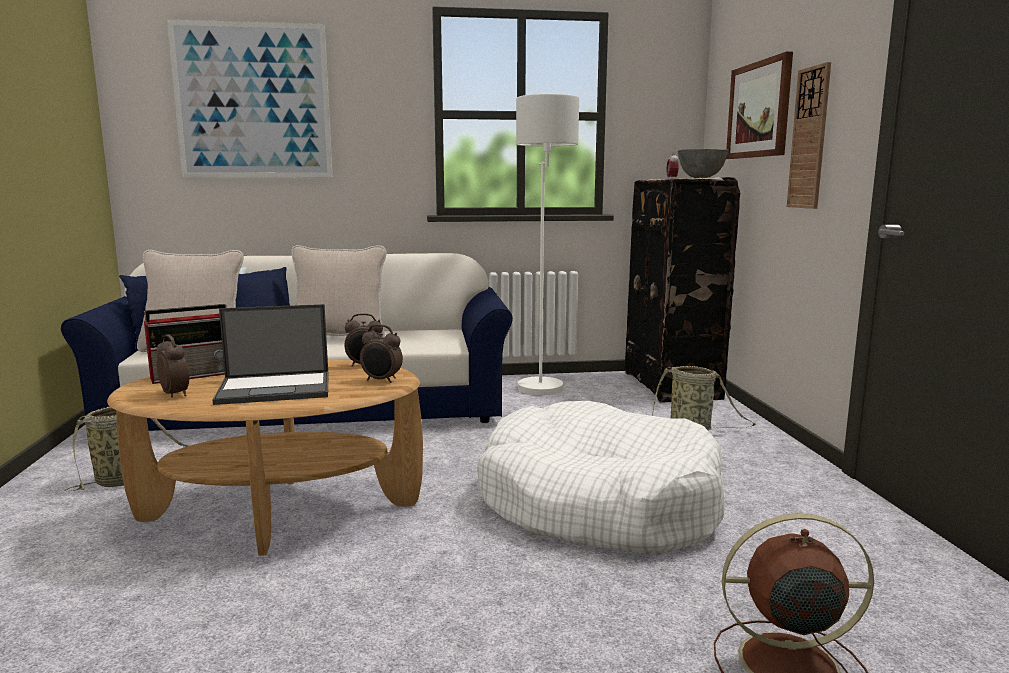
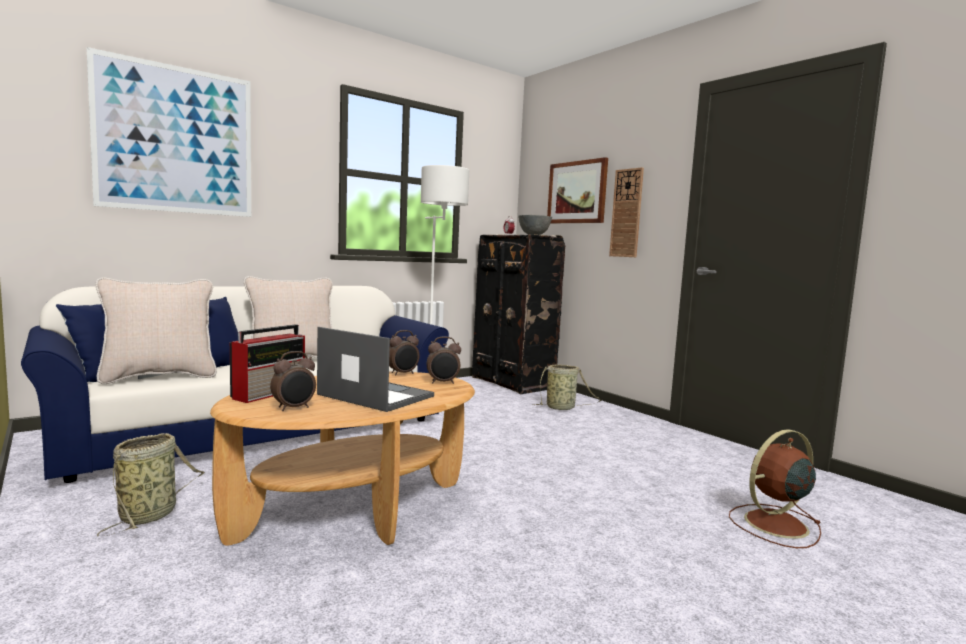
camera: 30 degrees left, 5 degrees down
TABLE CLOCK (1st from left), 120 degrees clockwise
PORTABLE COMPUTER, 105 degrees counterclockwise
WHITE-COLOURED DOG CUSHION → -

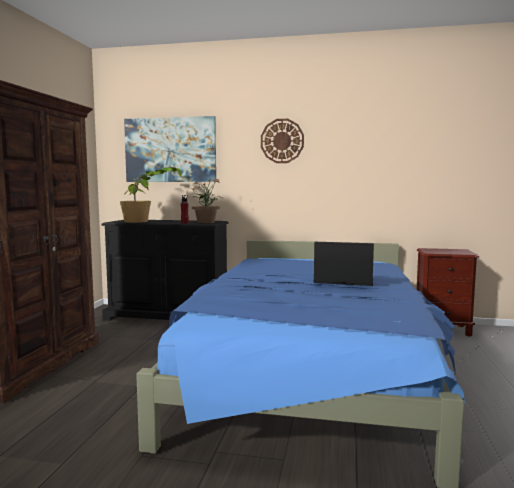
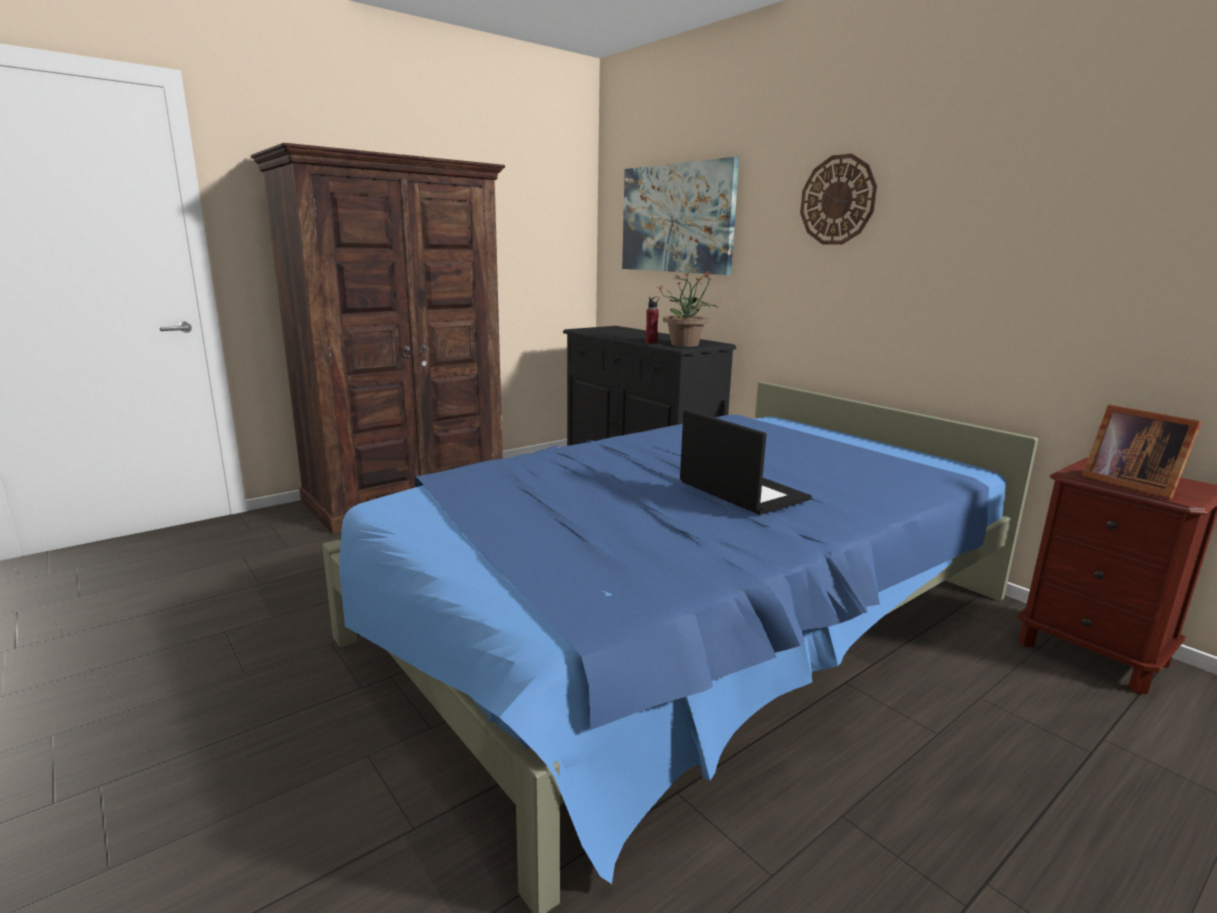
camera: 40 degrees right, 10 degrees up
- → PHOTO FRAME
HOUSEPLANT (1st from left) → -

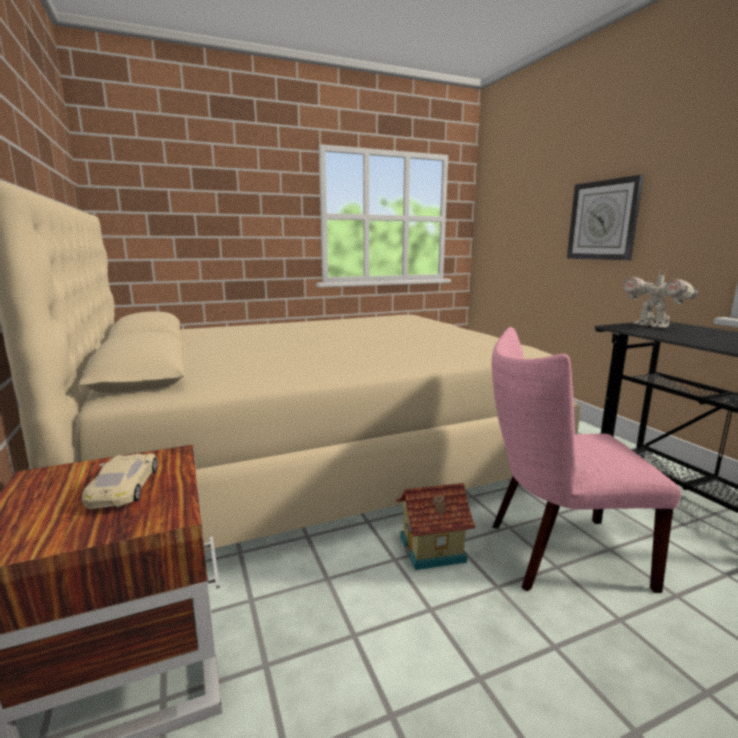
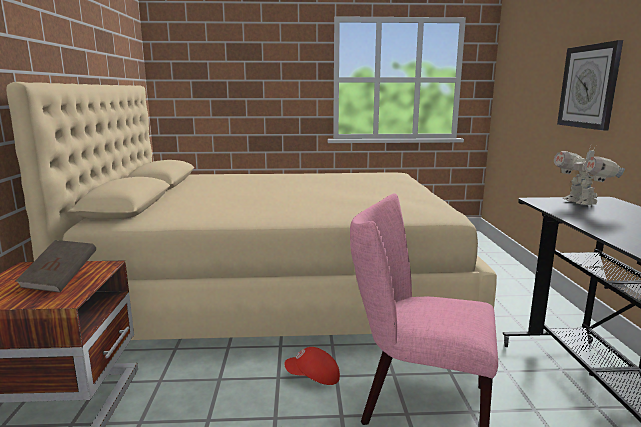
camera: 20 degrees right, 0 degrees up
SAND-COLOURED TOY CAR → BROWNISH BOUND BOOK
MINIATURE HOUSE → REDDISH PEAKED CAP

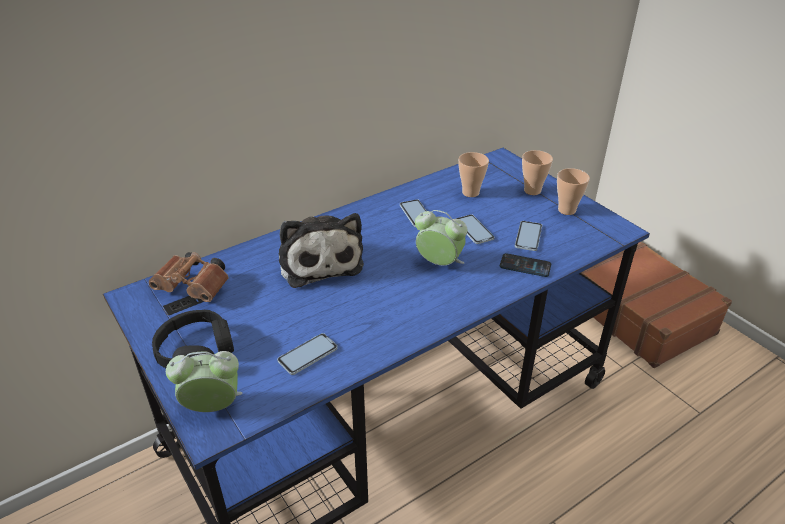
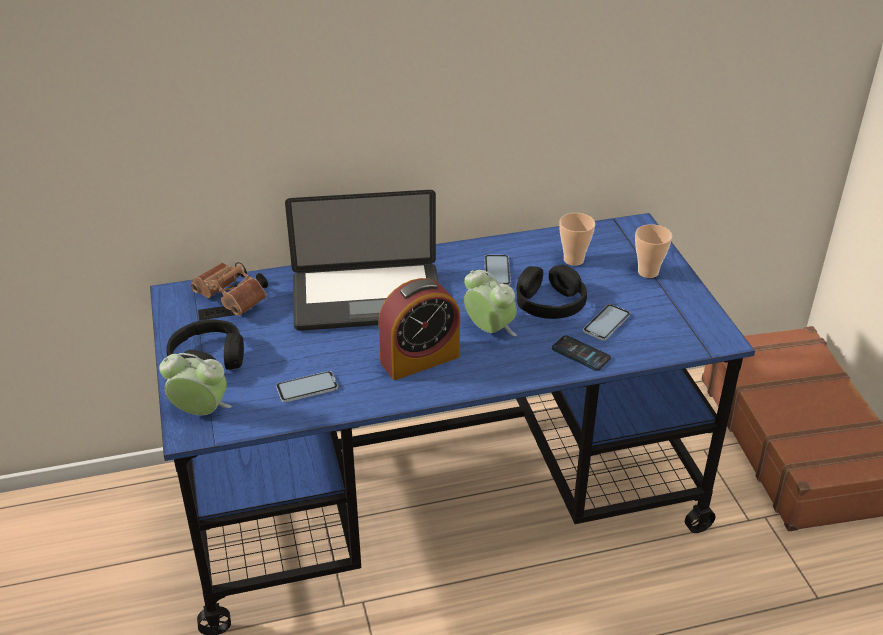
camera: 20 degrees right, 0 degrees up
PLUSH TOY → PORTABLE COMPUTER
- → TABLE CLOCK (2nd from left)
PHONE (3rd from left) → BLACK-COLOURED PAIR OF HEADPHONES (2nd from left)
DRINKING CUP (3rd from left) → -

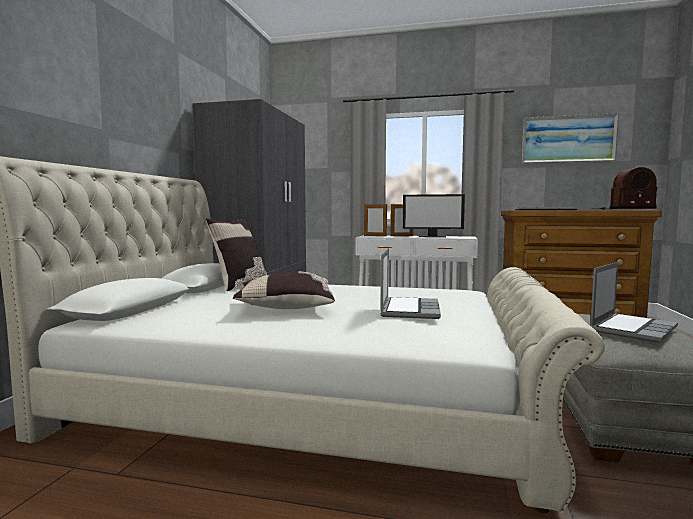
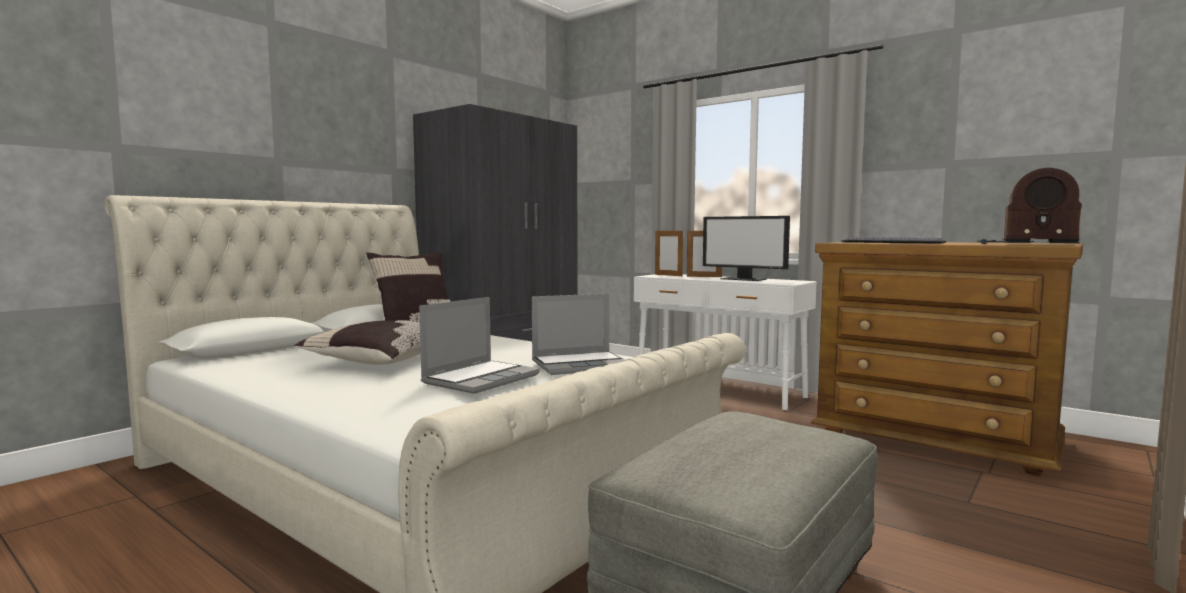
camera: 25 degrees right, 0 degrees up
PORTABLE COMPUTER (2nd from left), moved
PICTURE → -

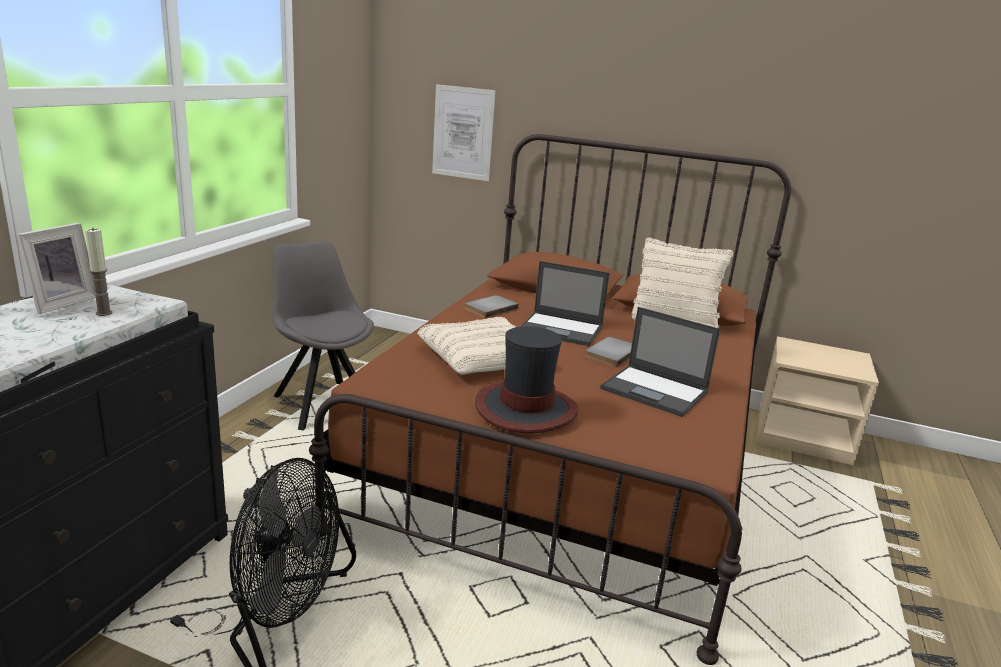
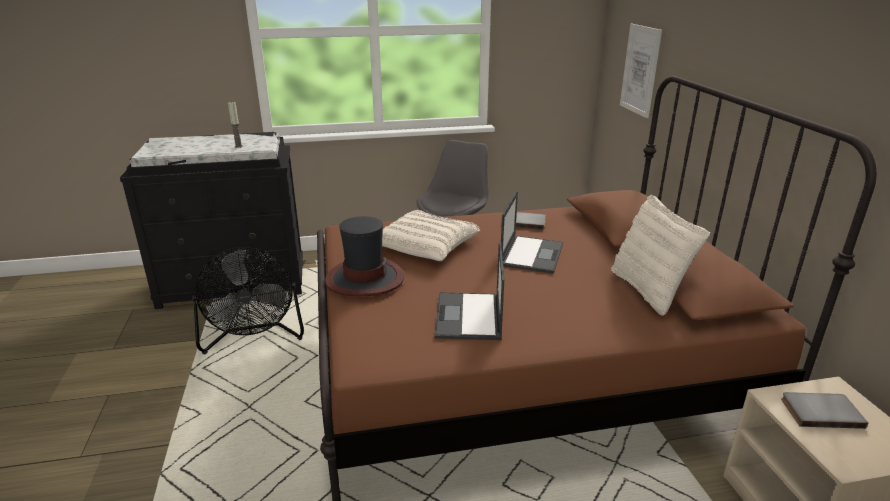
camera: 60 degrees right, 5 degrees up
PORTABLE COMPUTER (1st from left in the first image) → PORTABLE COMPUTER (2nd from left), 150 degrees counterclockwise
GREYISH BOUND BOOK (2nd from left), moved
PHOTO FRAME → -

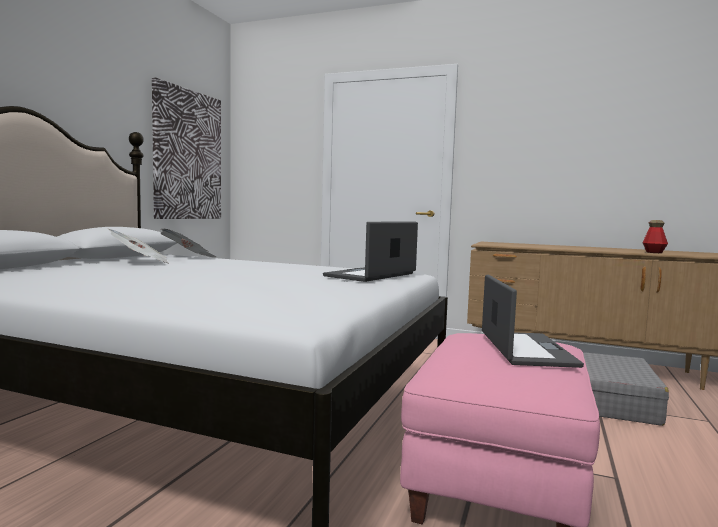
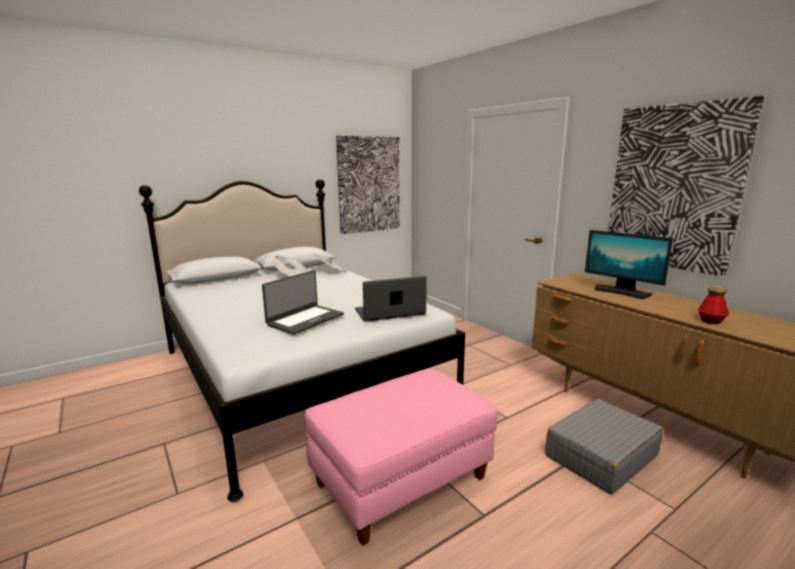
camera: 35 degrees right, 10 degrees up
PORTABLE COMPUTER (2nd from left in the first image) → PORTABLE COMPUTER (1st from left), moved
- → MONITOR
- → PICTURE (2nd from left)

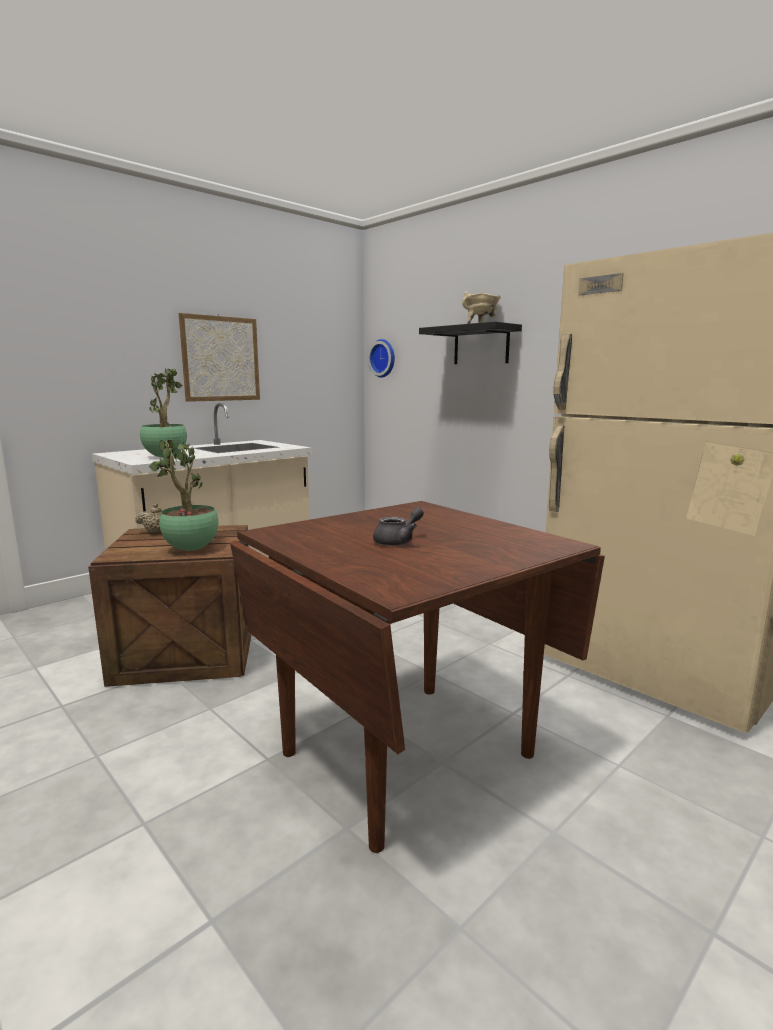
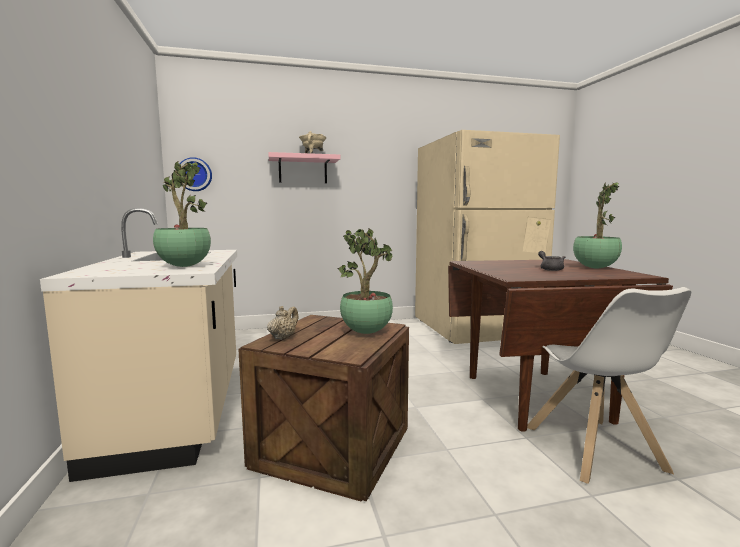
camera: 60 degrees left, 5 degrees down
BLACK-COLOURED WALL SHELF → PINK WALL SHELF
- → CHAIR
- → HOUSEPLANT (3rd from left)
PICTURE → -

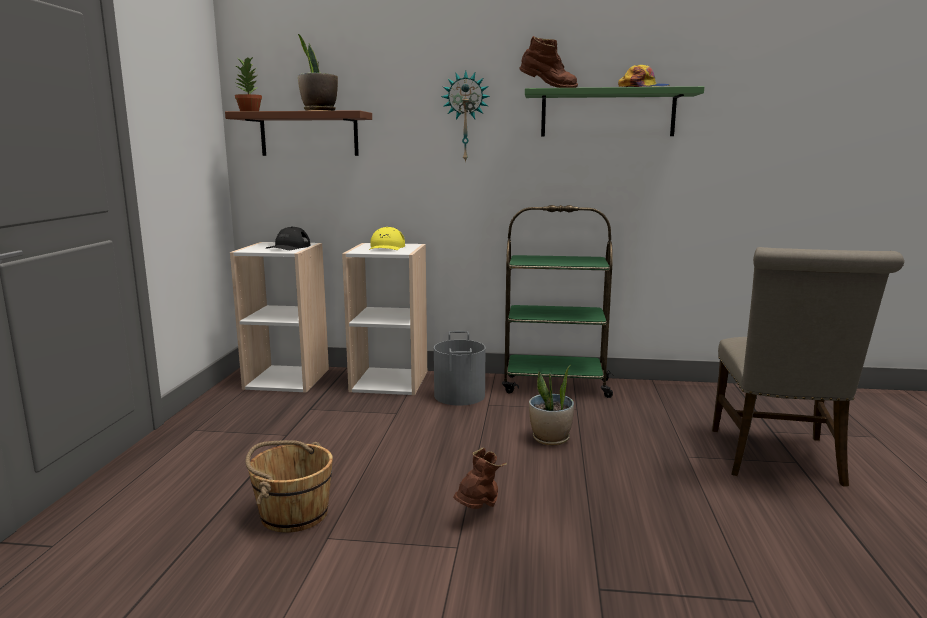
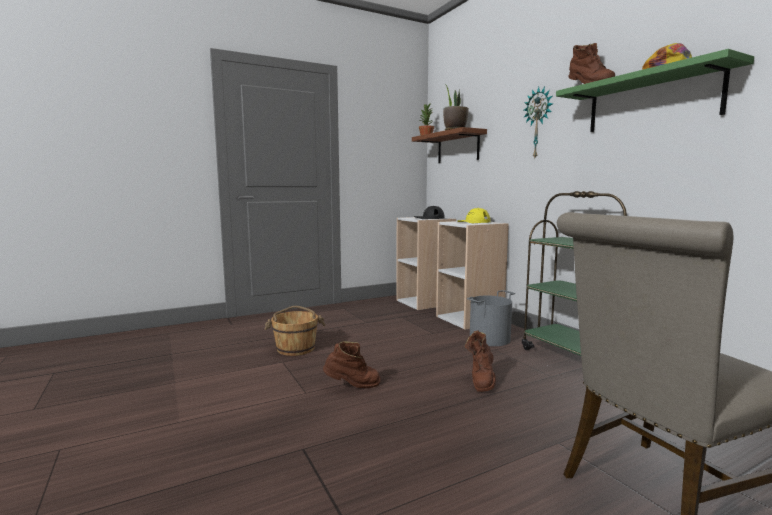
camera: 55 degrees right, 5 degrees down
HOUSEPLANT (3rd from left) → BROWNISH TALL BOOT (2nd from left)

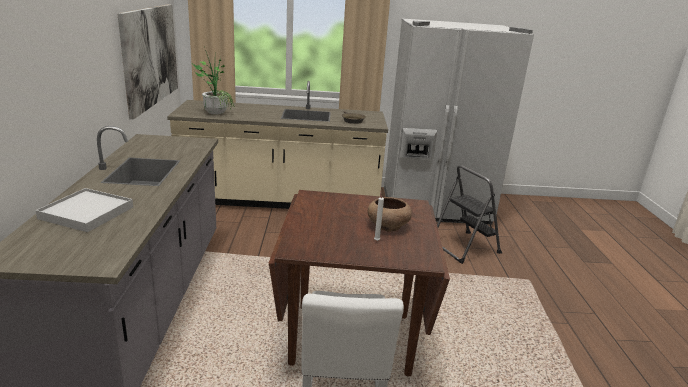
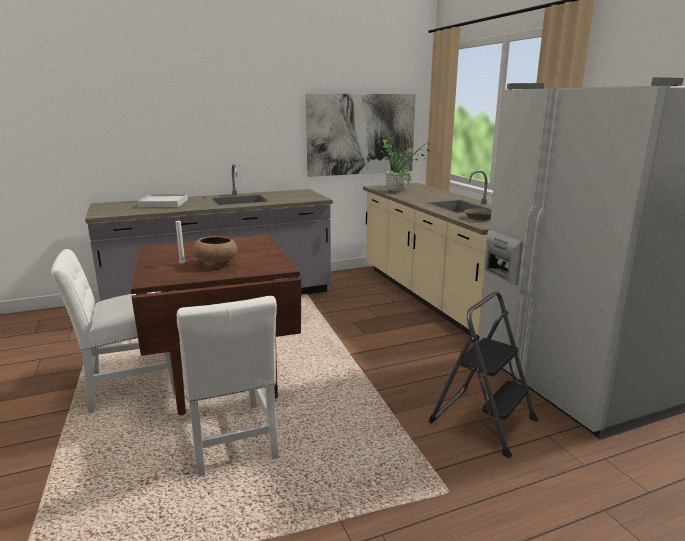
camera: 70 degrees right, 5 degrees down
- → WHITE-COLOURED CHAIR (2nd from left)

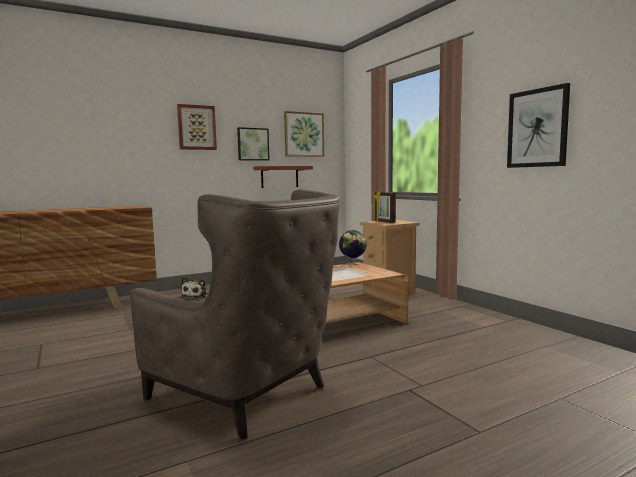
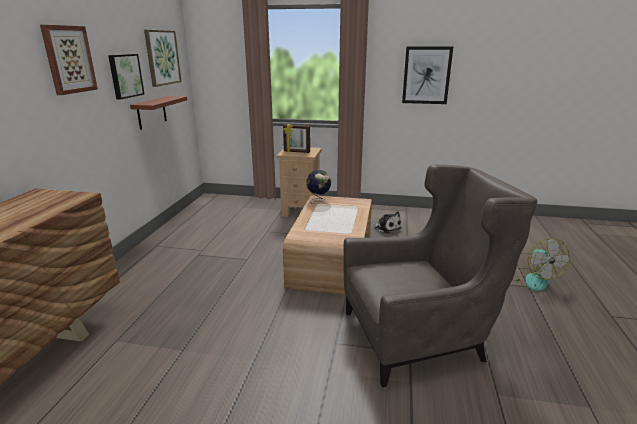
camera: 50 degrees left, 15 degrees up
PLUSH TOY, moved
- → COOLING FAN

